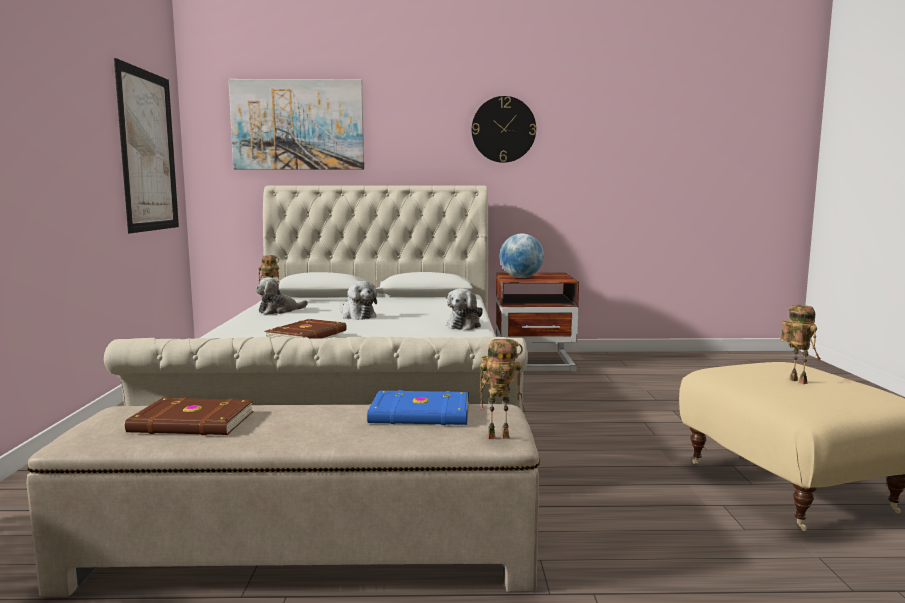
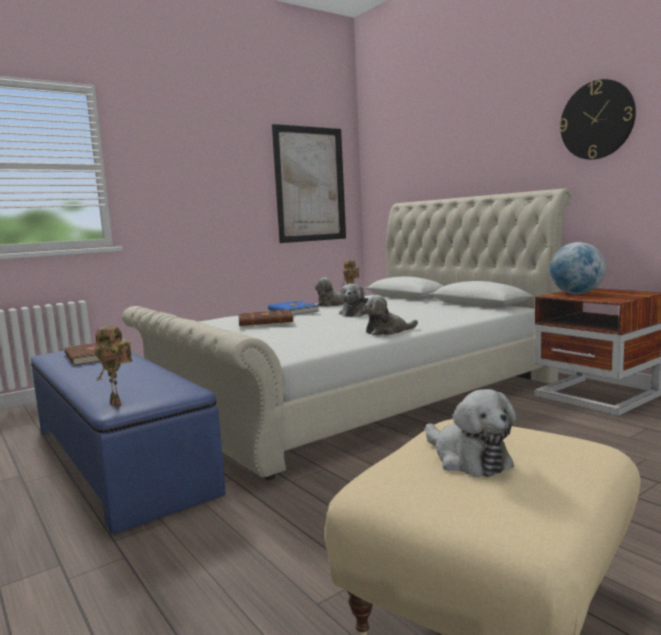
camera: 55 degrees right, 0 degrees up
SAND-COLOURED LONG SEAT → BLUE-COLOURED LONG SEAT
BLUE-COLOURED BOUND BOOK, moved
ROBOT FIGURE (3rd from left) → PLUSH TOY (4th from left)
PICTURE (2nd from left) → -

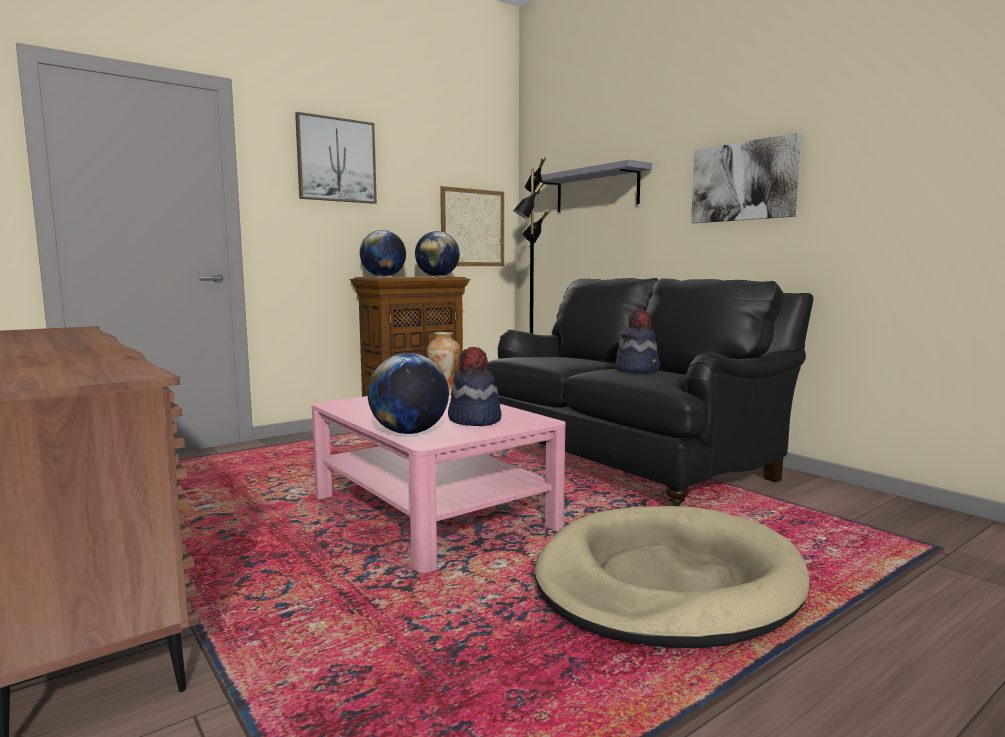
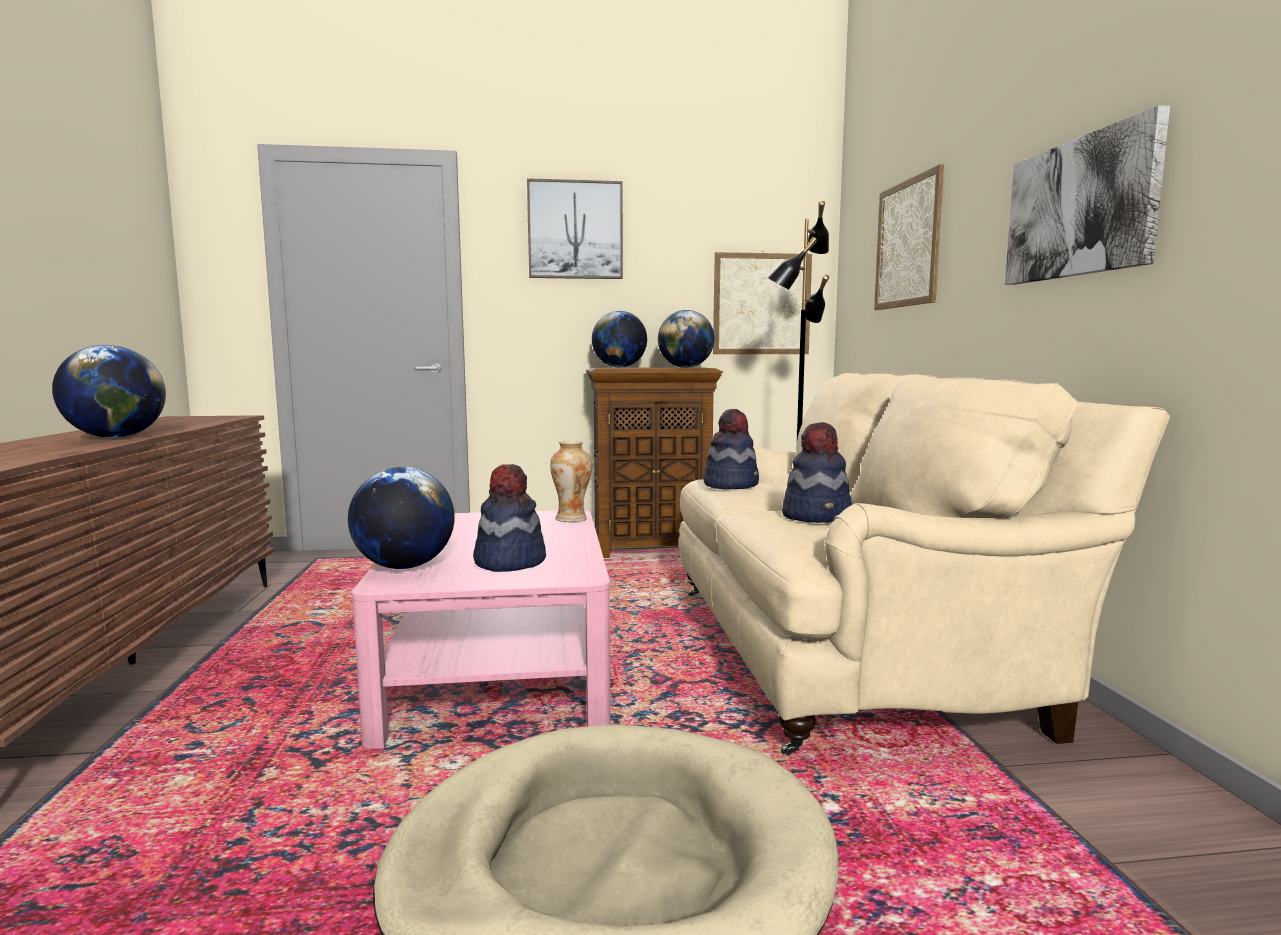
camera: 30 degrees right, 0 degrees up
- → GLOBE (1st from left)
BLACK-COLOURED SETTEE → SAND-COLOURED SETTEE
- → WEARABLE HAT (2nd from left)
GREYISH WALL SHELF → PICTURE (3rd from left)

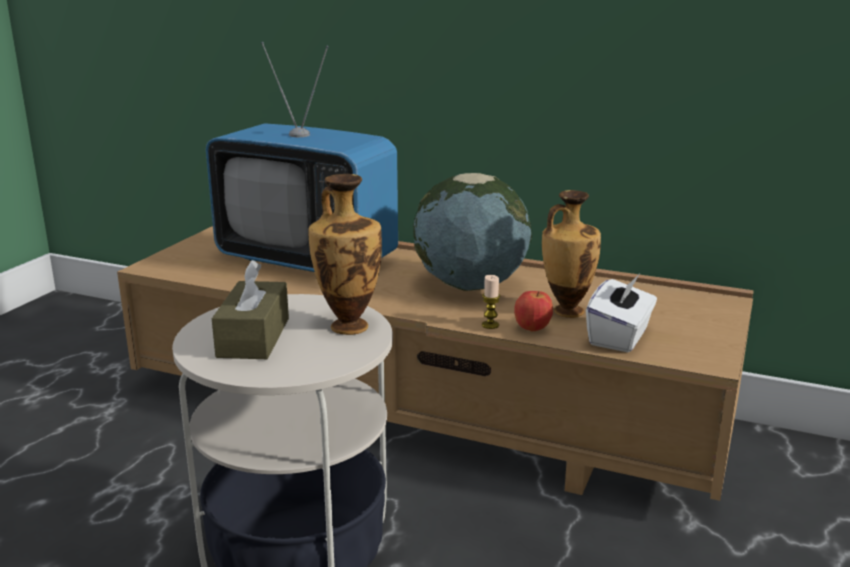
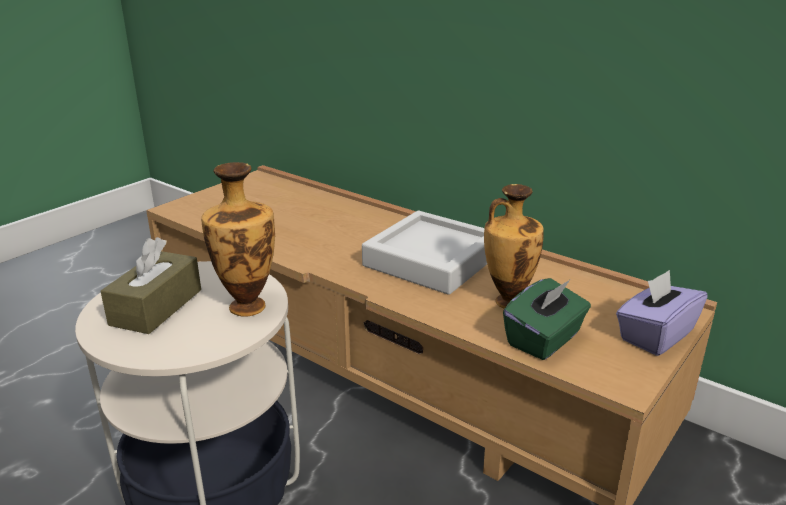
camera: 15 degrees right, 5 degrees up
GLOBE → GREYISH SERVING TRAY
WHITE-COLOURED TISSUE BOX → GREEN-COLOURED TISSUE BOX
- → PURPLISH TISSUE BOX
TELEVISION → -
WAX CANDLE → -
APPLE FRUIT → -

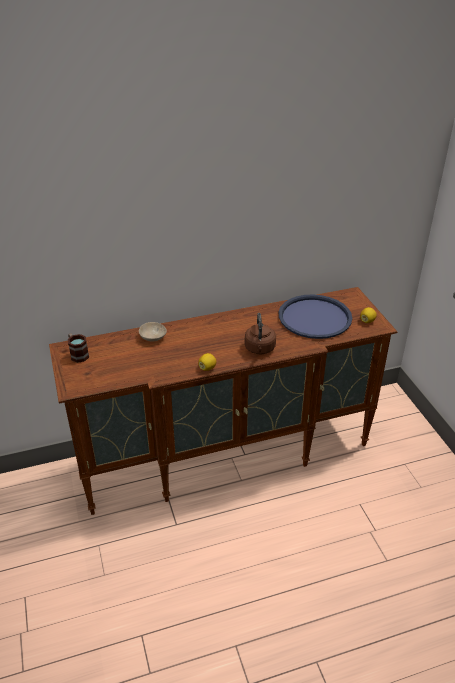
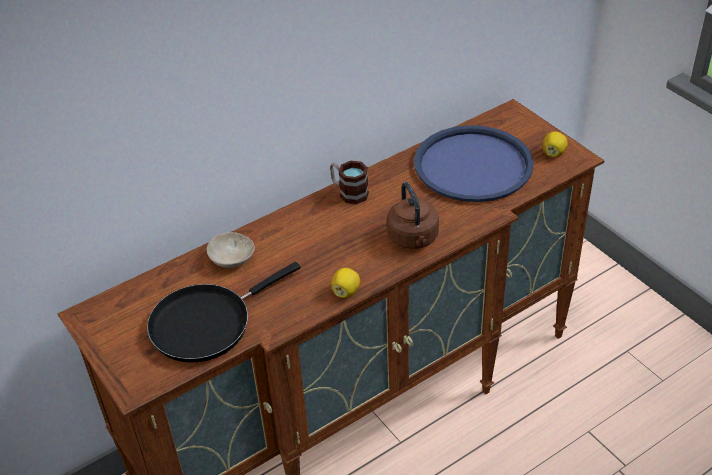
camera: 15 degrees left, 5 degrees up
- → BLACK-COLOURED SKILLET
COFFEE MUG, moved

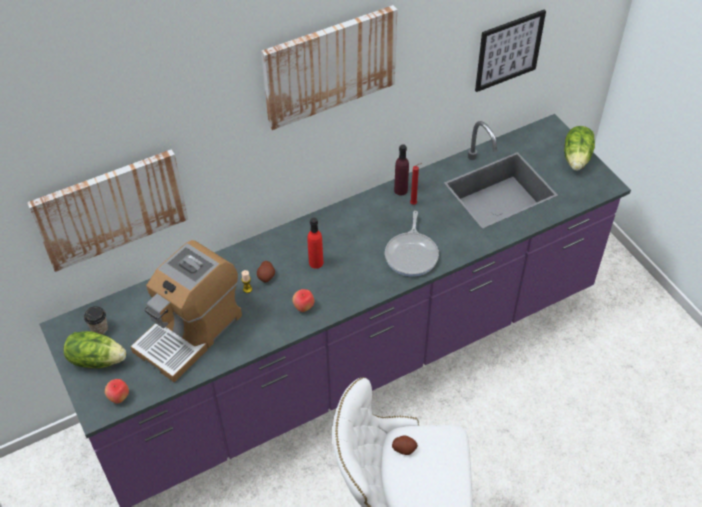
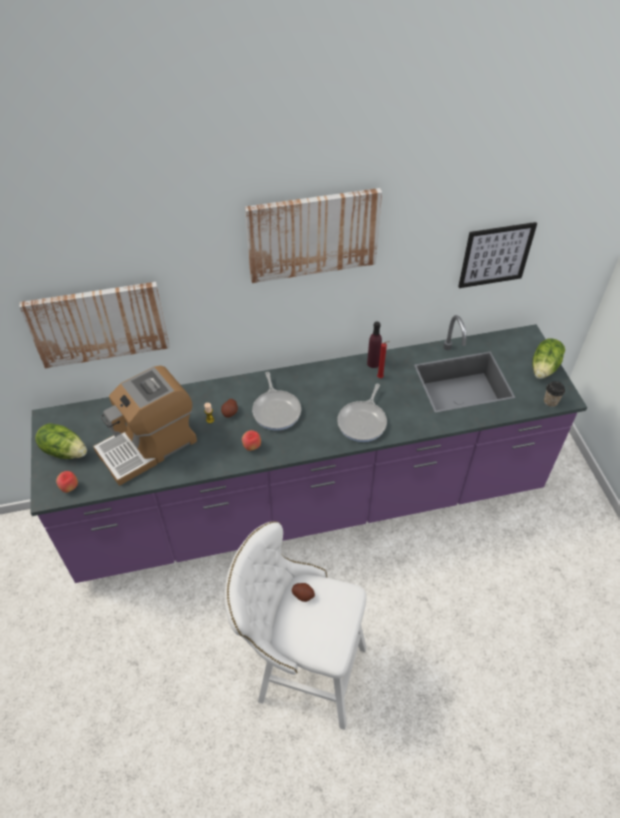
camera: 15 degrees right, 0 degrees up
REDDISH BEVERAGE BOTTLE → SKILLET (1st from left)
DRINKING CUP, moved

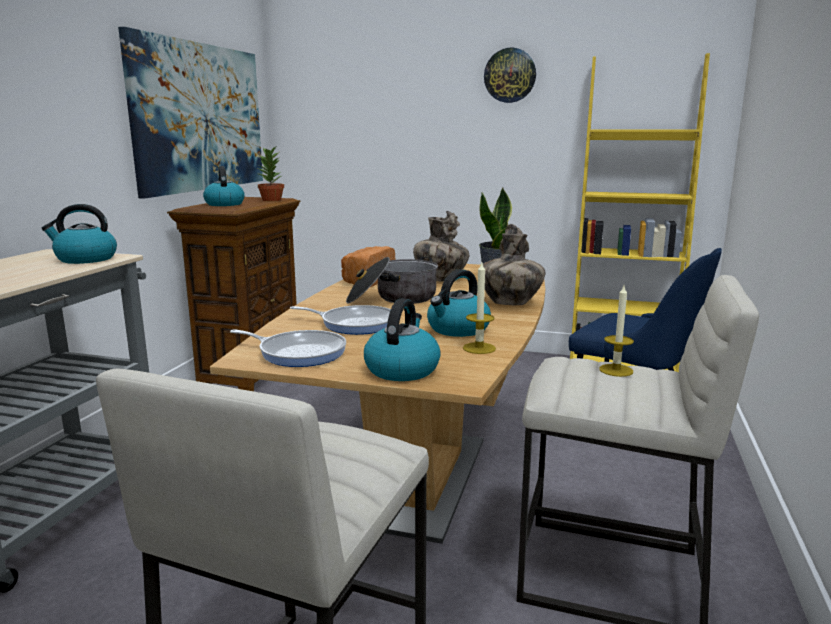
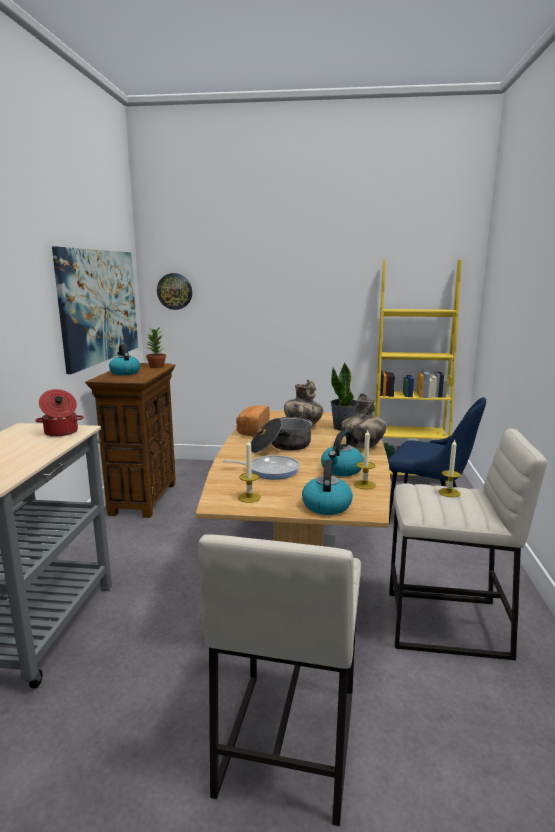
camera: 10 degrees left, 0 degrees up
WATER KETTLE (1st from left) → SAUCEPOT (1st from left)
CLOCK ON THE WALL, moved
SKILLET (1st from left) → WAX CANDLE (1st from left)

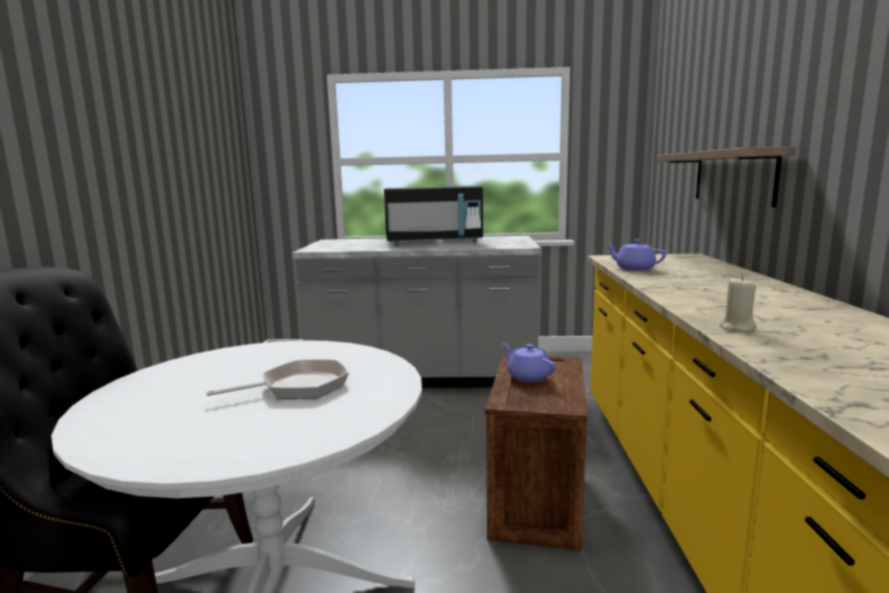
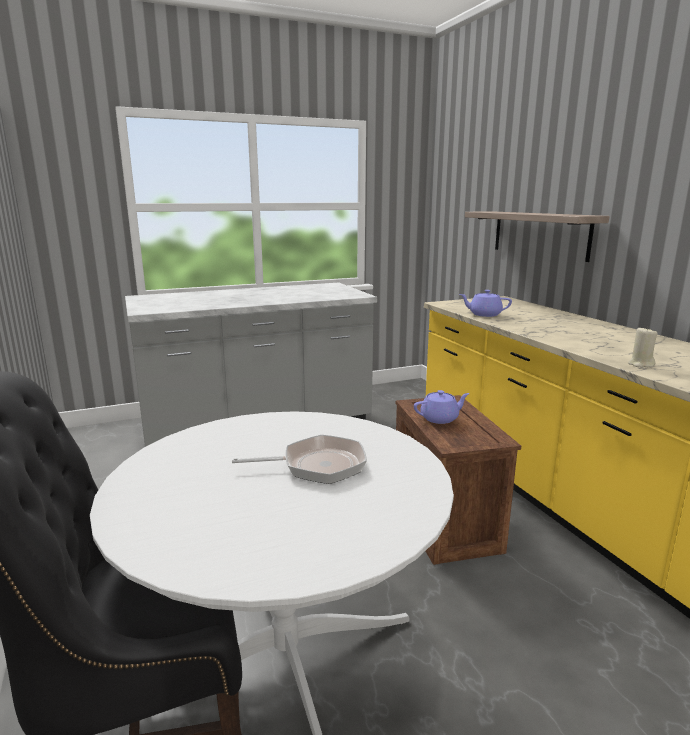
camera: 25 degrees left, 5 degrees up
SKILLET, 45 degrees clockwise
PURPLISH TEAPOT (1st from left), 135 degrees clockwise
BLACK-COLOURED KITCHEN MICROWAVE → -

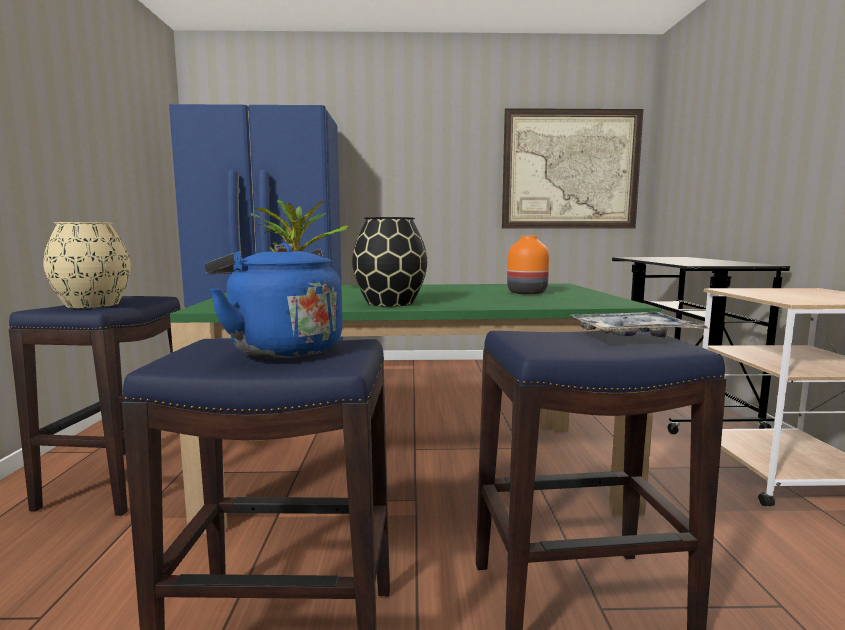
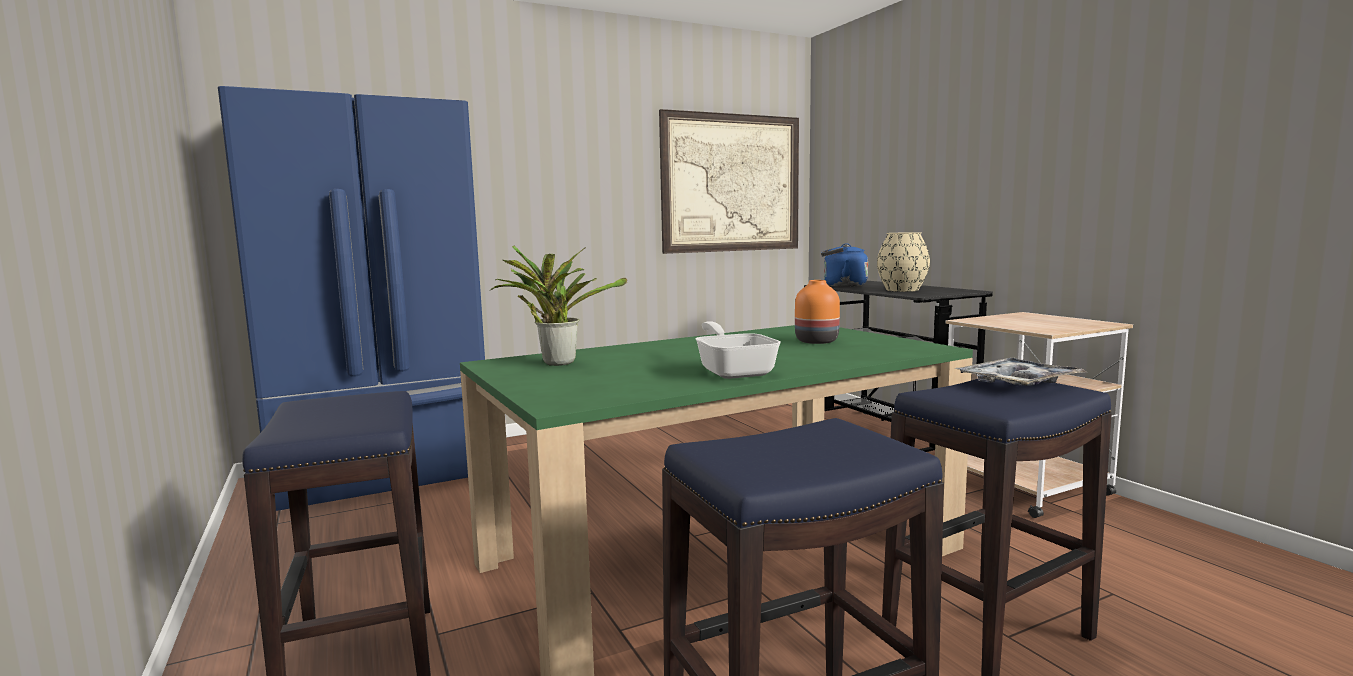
camera: 25 degrees left, 0 degrees up
BLACK-COLOURED VASE → SKILLET
BLUE-COLOURED WATER KETTLE, moved
SAND-COLOURED VASE, moved

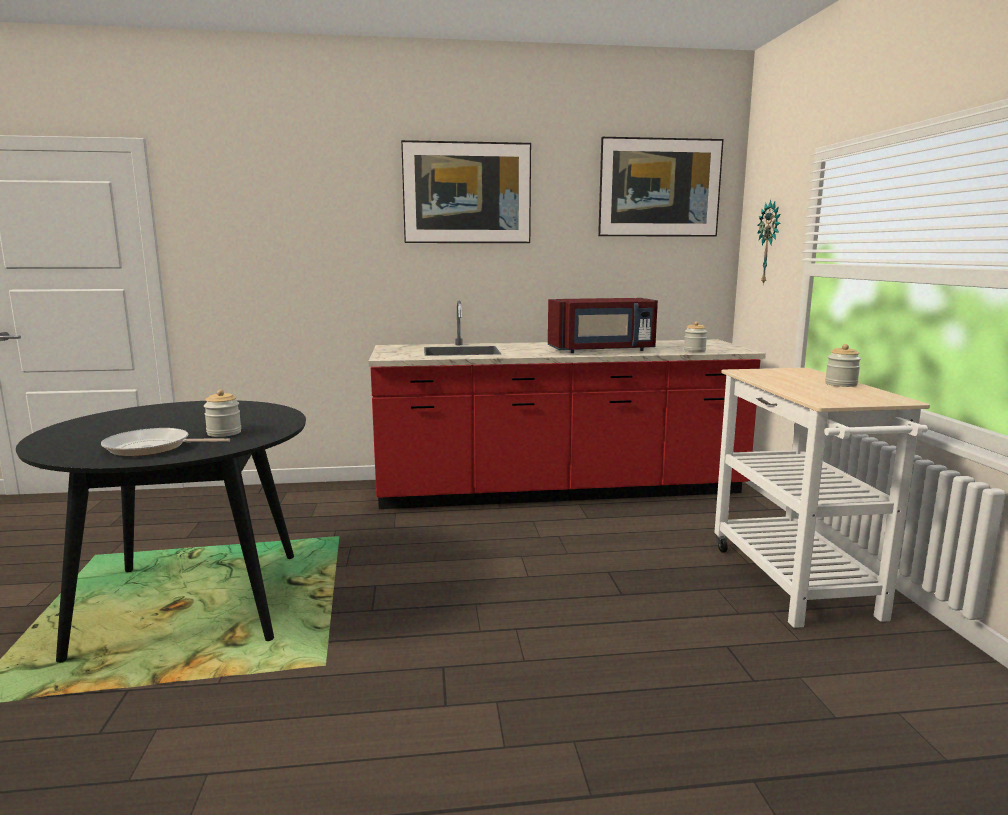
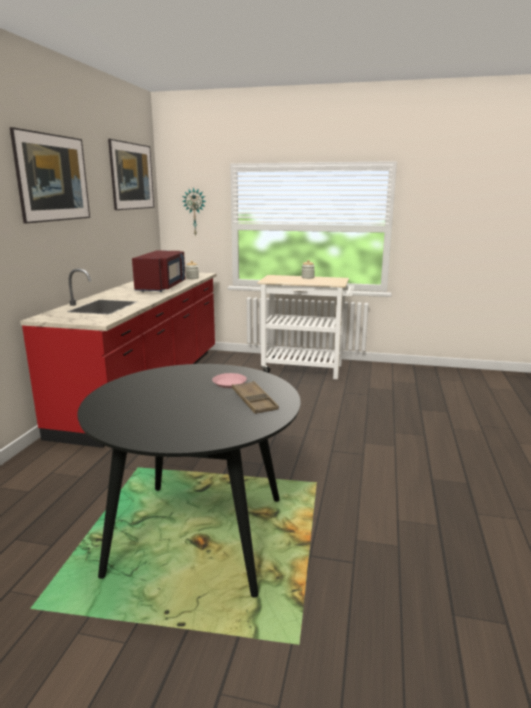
camera: 70 degrees left, 5 degrees up
PRESERVE JAR (1st from left) → PINK FLAT DISH
SKILLET → BROWNISH SERVING TRAY

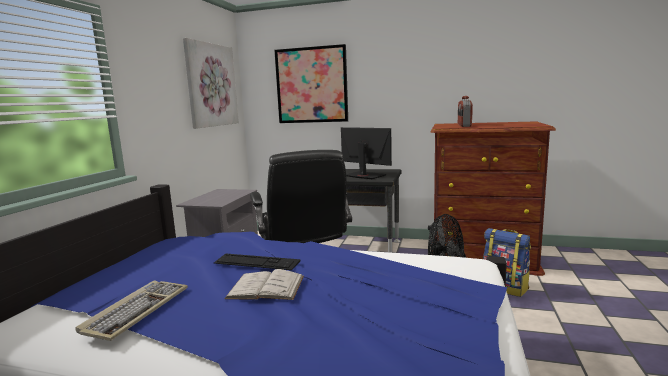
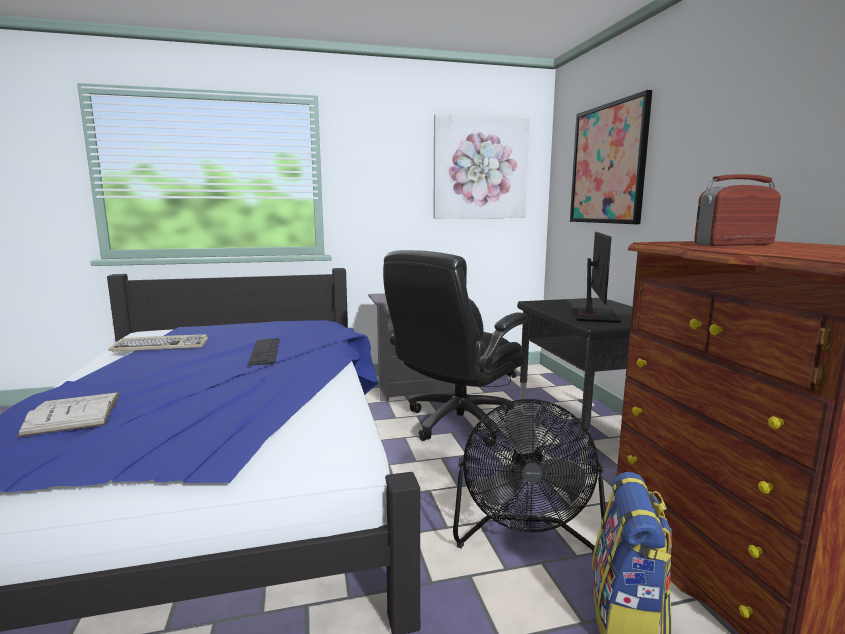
camera: 60 degrees right, 0 degrees up
WHITE-COLOURED BOUND BOOK, moved

